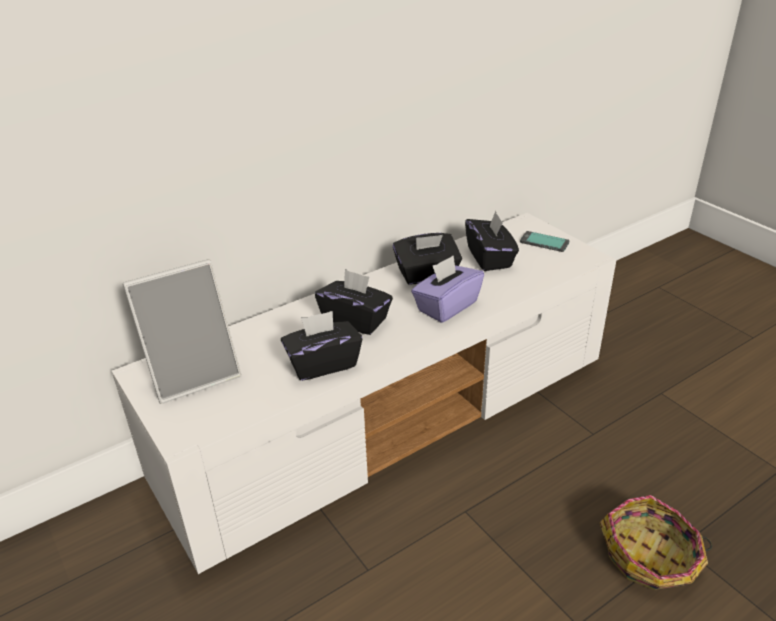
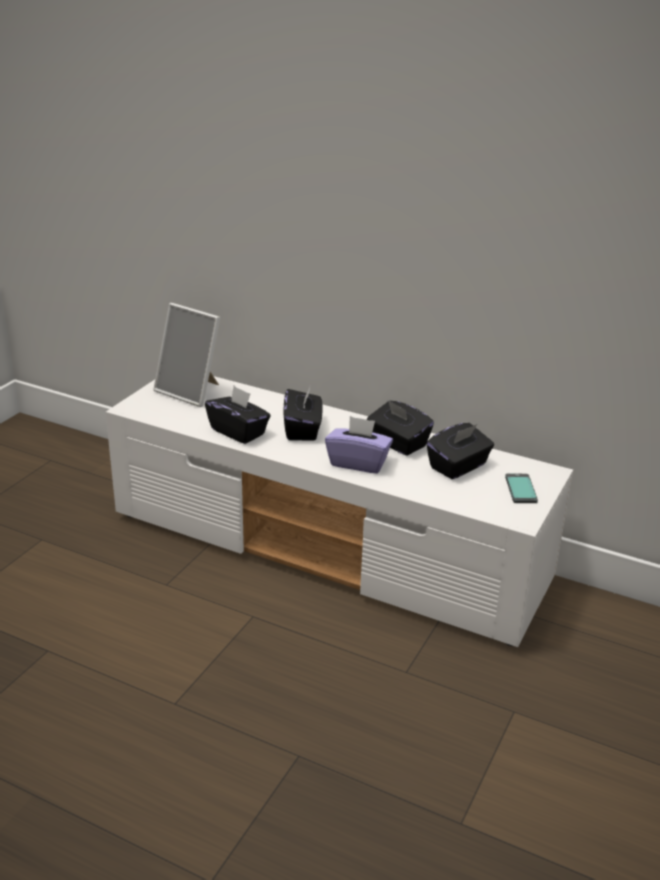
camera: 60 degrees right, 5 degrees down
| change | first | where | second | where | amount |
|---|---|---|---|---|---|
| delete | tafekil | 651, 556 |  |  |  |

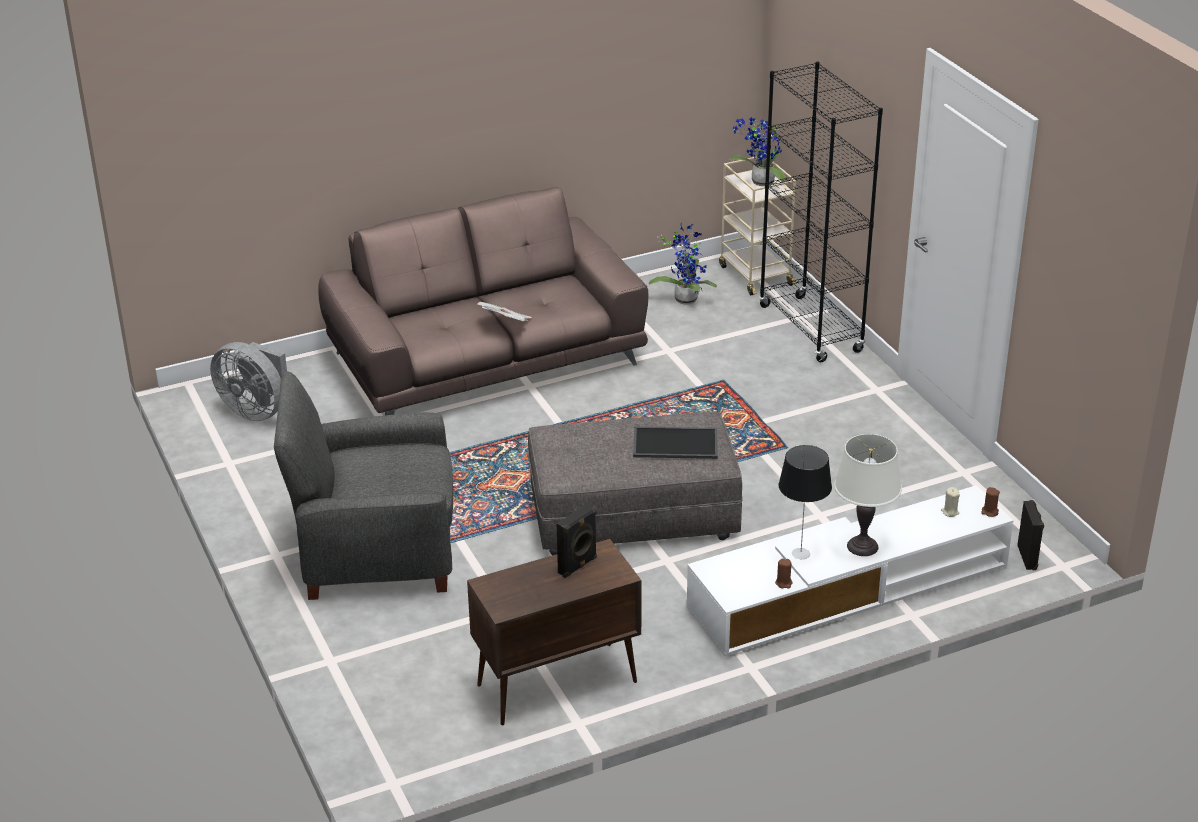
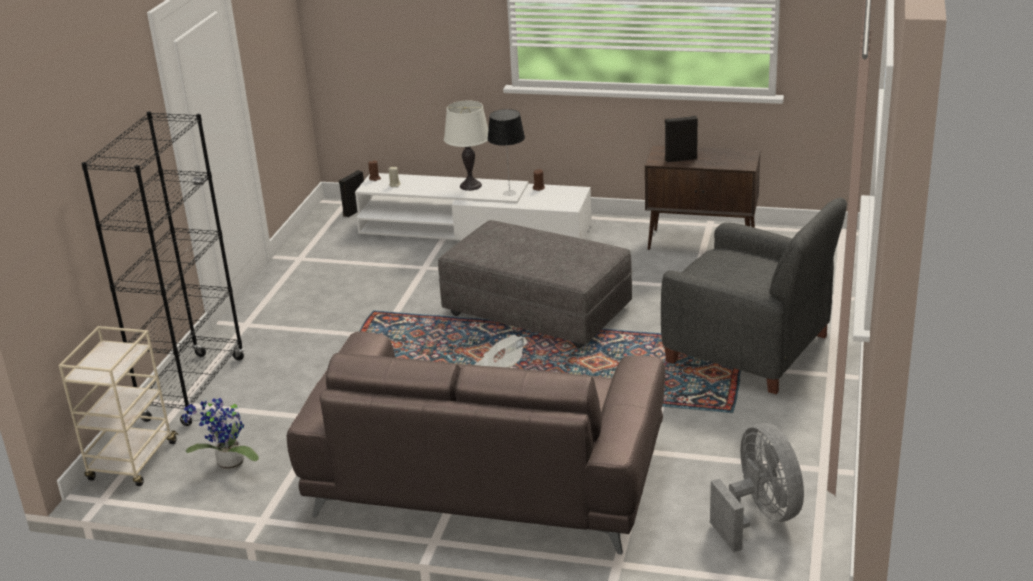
camera: 140 degrees left, 5 degrees down
| change | first | where | second | where | amount |
|---|---|---|---|---|---|
| delete | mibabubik | 674, 444 |  |  |  |
| delete | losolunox | 760, 183 |  |  |  |

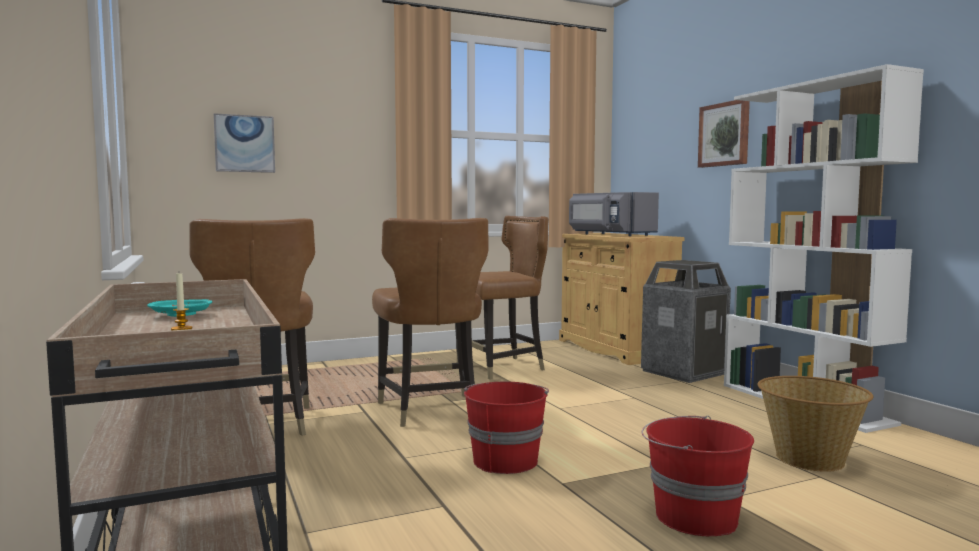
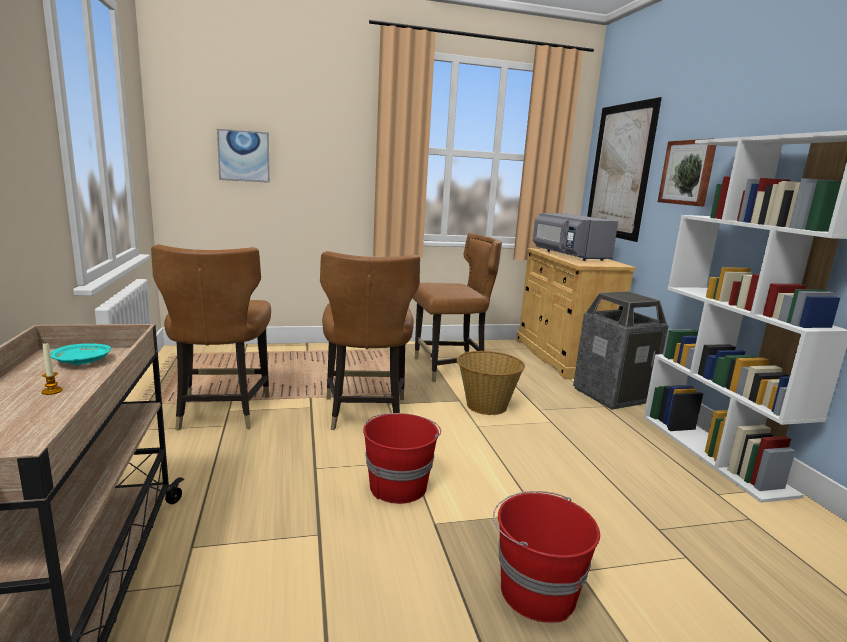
camera: 10 degrees right, 10 degrees up
| change | first | where | second | where | amount |
|---|---|---|---|---|---|
| move | tafekil | 809, 459 |  | 486, 406 |  |
| insert |  |  | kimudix | 619, 171 |  |

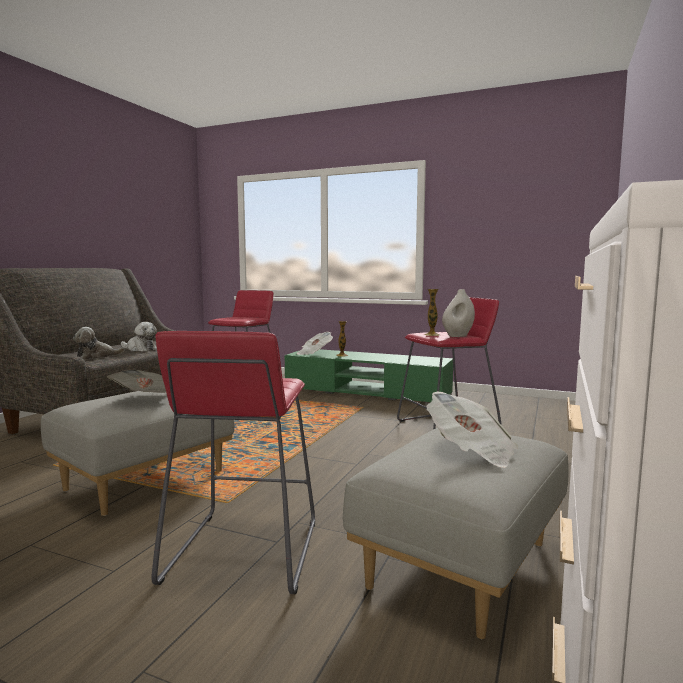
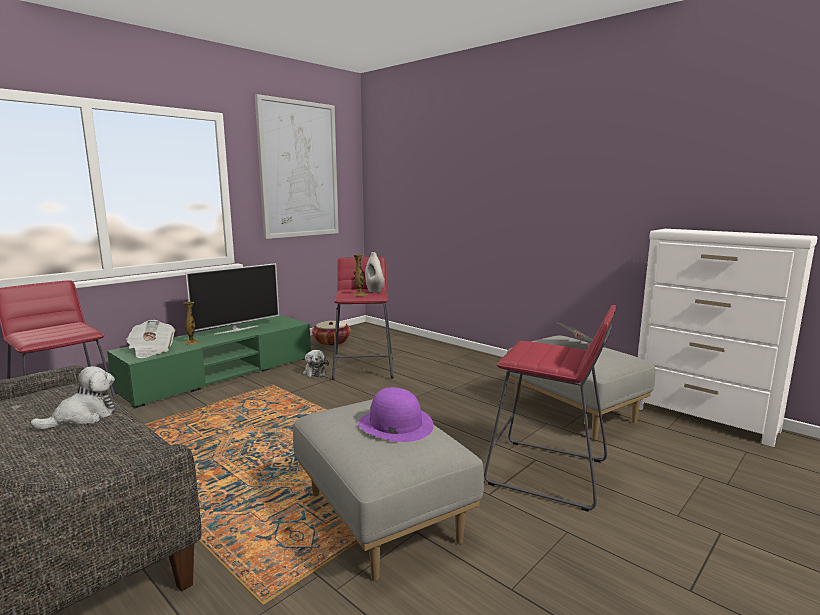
camera: 70 degrees left, 5 degrees up
| change | first | where | second | where | amount |
|---|---|---|---|---|---|
| insert |  |  | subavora | 236, 329 |  |
| insert |  |  | kimudix | 299, 170 |  |
| move | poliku | 96, 356 |  | 315, 372 |  |
| insert |  |  | tafekil | 331, 342 |  |
| replace | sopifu | 146, 400 | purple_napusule | 395, 424 |  |

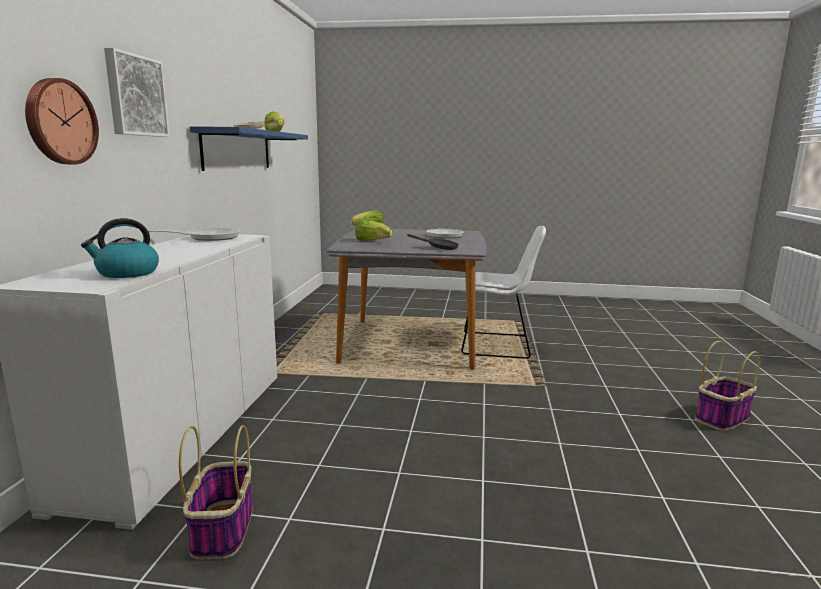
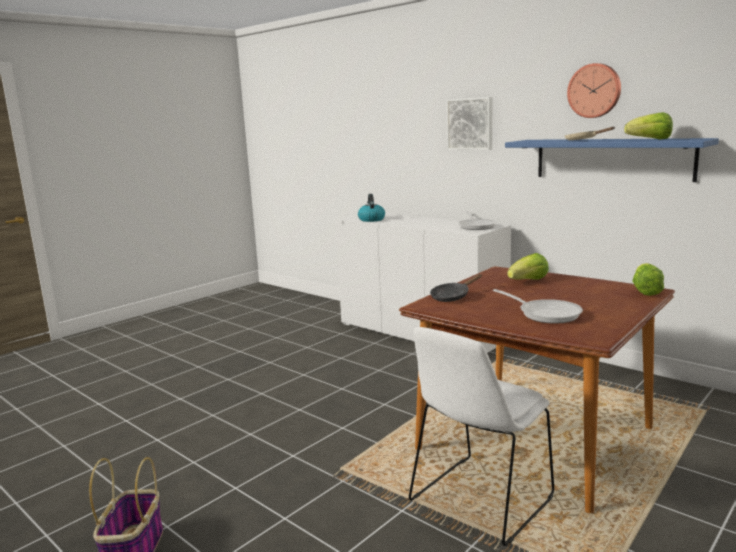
camera: 125 degrees right, 0 degrees up
| change | first | where | second | where | amount |
|---|---|---|---|---|---|
| recolor | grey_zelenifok | 410, 343 | brown_zelenifok | 534, 438 |  |
| move | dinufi | 59, 122 |  | 594, 90 |  |
| delete | tafekil | 223, 528 |  |  |  |

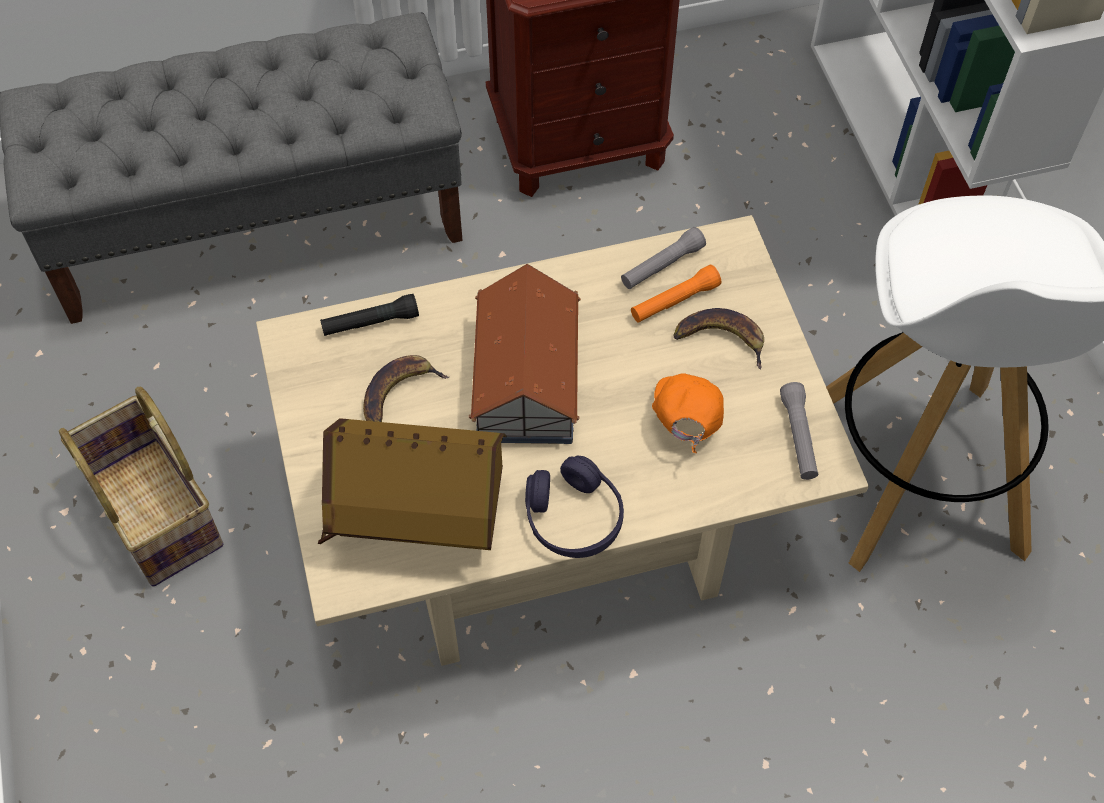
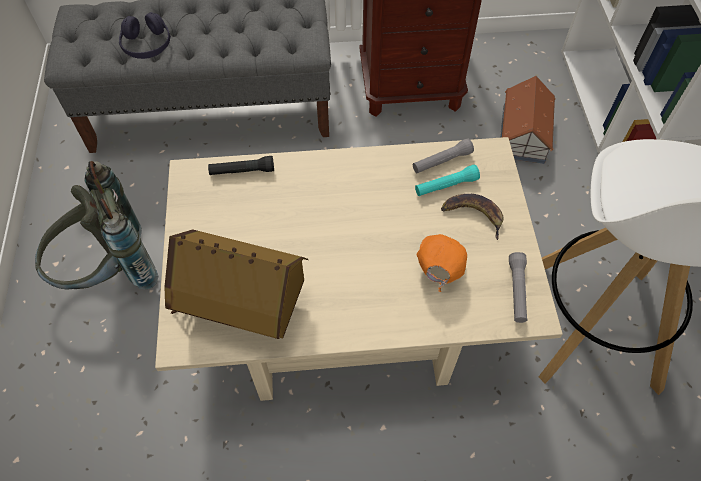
camera: 10 degrees right, 0 degrees up
| change | first | where | second | where | amount |
|---|---|---|---|---|---|
| replace | tafekil | 157, 512 | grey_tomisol | 110, 272 |  |
| move | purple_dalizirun | 573, 517 |  | 147, 45 |  |
| recolor | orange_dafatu | 674, 301 | turquoise_dafatu | 446, 186 |  |
| move | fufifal | 525, 382 |  | 522, 134 |  |
| delete | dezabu | 398, 393 |  |  |  |

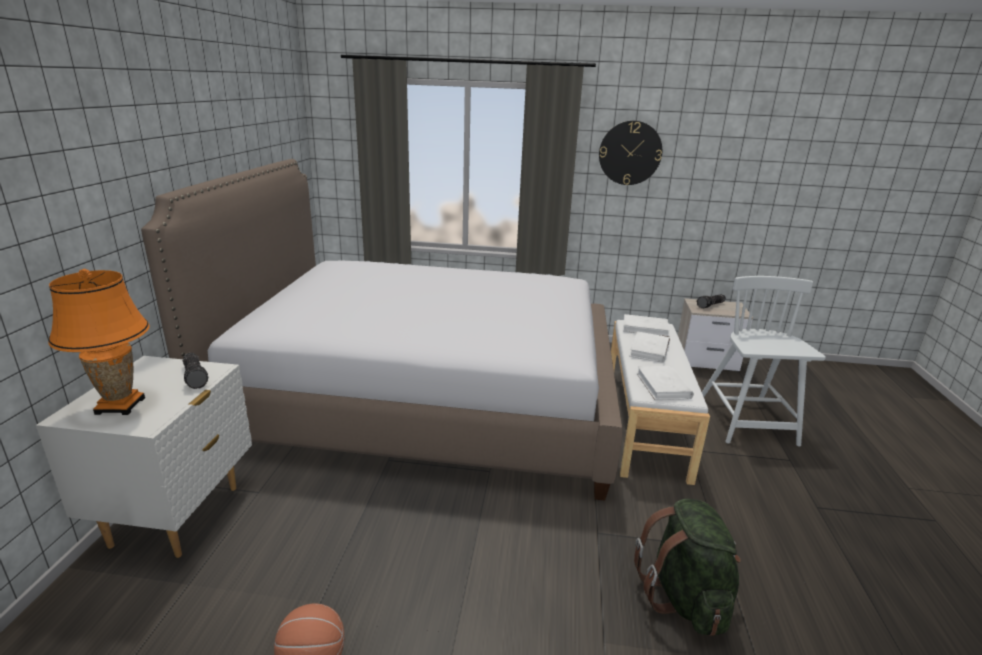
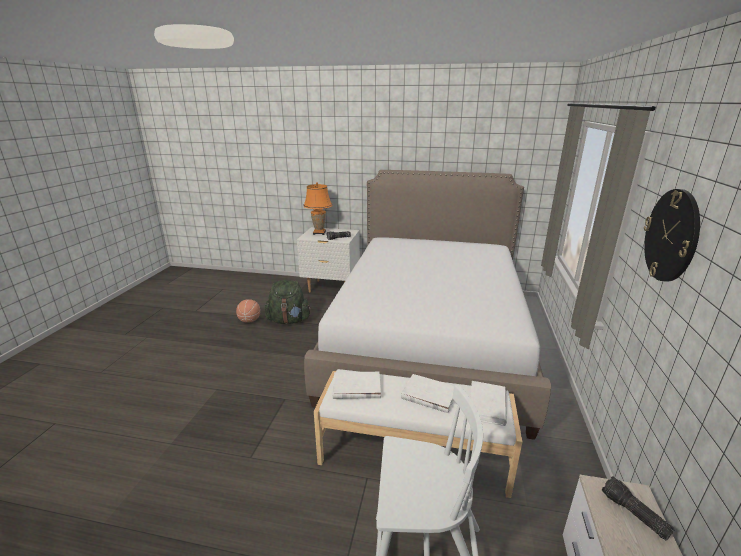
camera: 95 degrees right, 0 degrees up
| change | first | where | second | where | amount |
|---|---|---|---|---|---|
| move | green_tomisol | 685, 597 |  | 289, 320 |  |

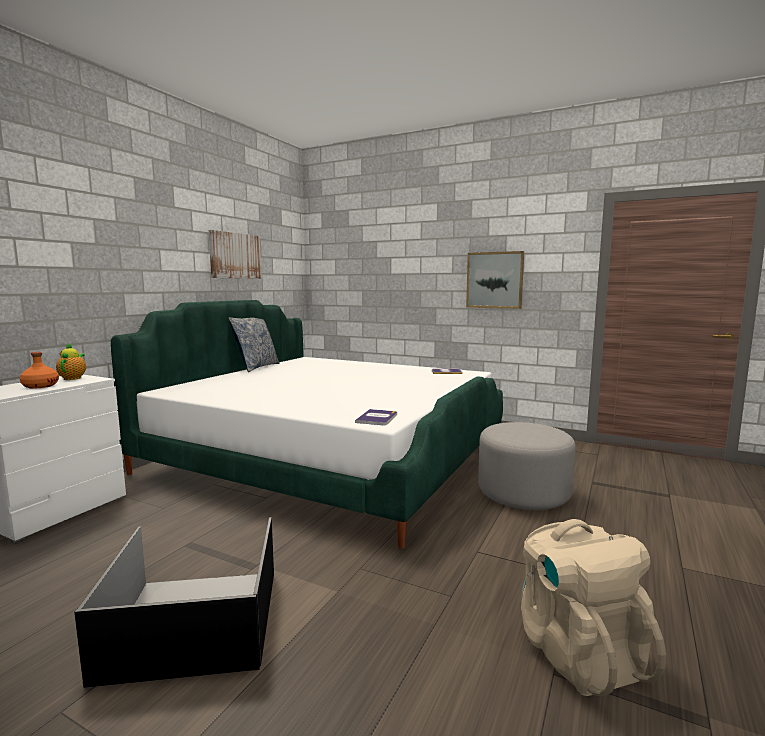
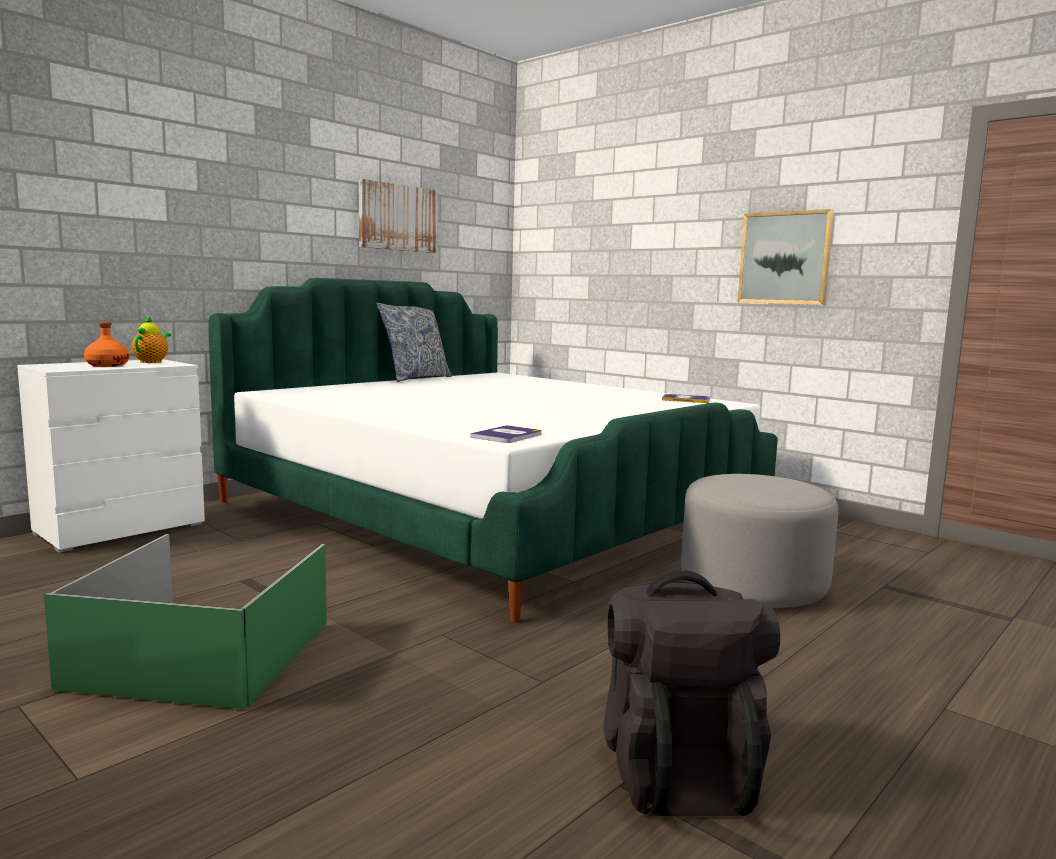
camera: 15 degrees right, 0 degrees up
| change | first | where | second | where | amount |
|---|---|---|---|---|---|
| recolor | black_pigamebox | 197, 621 | green_pigamebox | 206, 654 |  |
| recolor | beige_tomisol | 577, 651 | black_tomisol | 677, 769 |  |

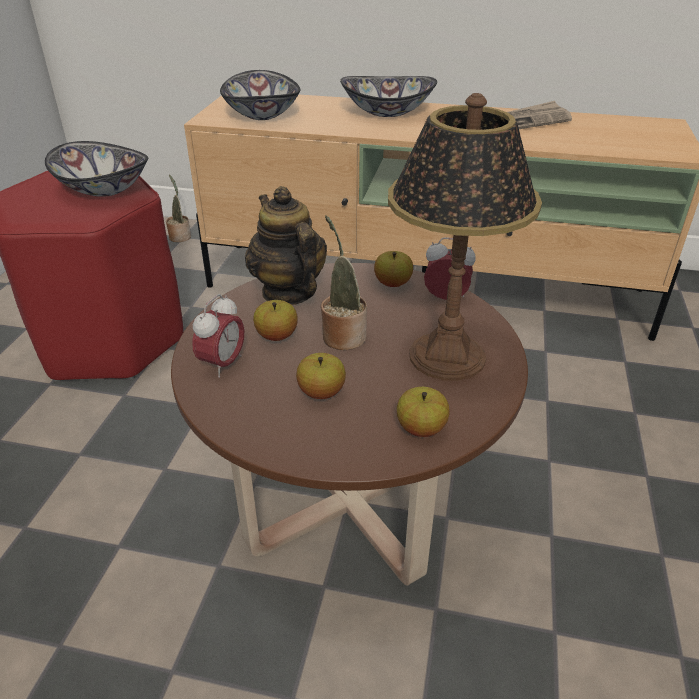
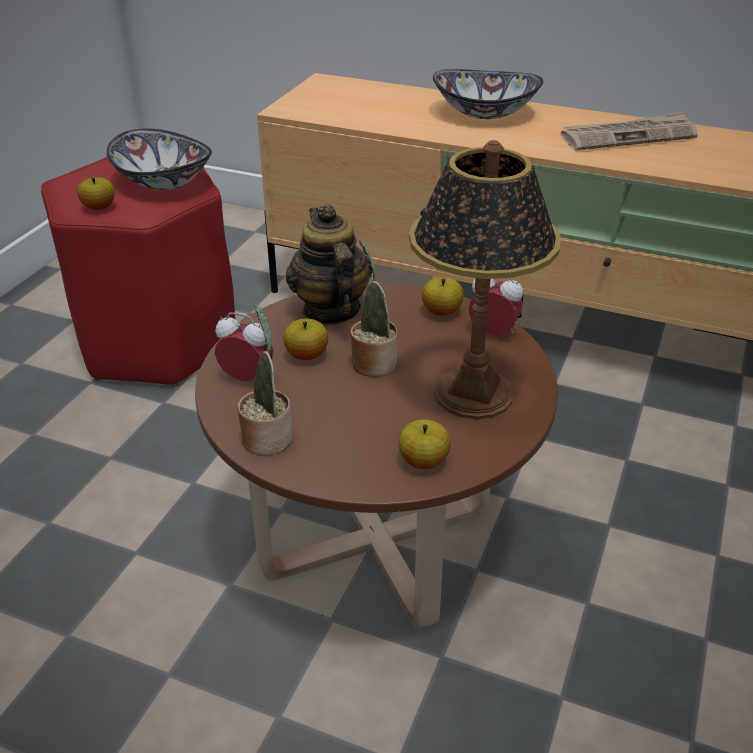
camera: 10 degrees right, 0 degrees up
| change | first | where | second | where | amount |
|---|---|---|---|---|---|
| move | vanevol | 321, 392 |  | 99, 207 |  |
| rotate | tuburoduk | 223, 364 |  | 247, 378 | 105 degrees counterclockwise |
| move | losolunox | 180, 236 |  | 267, 436 |  |
| delete | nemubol | 261, 115 |  |  |  |

